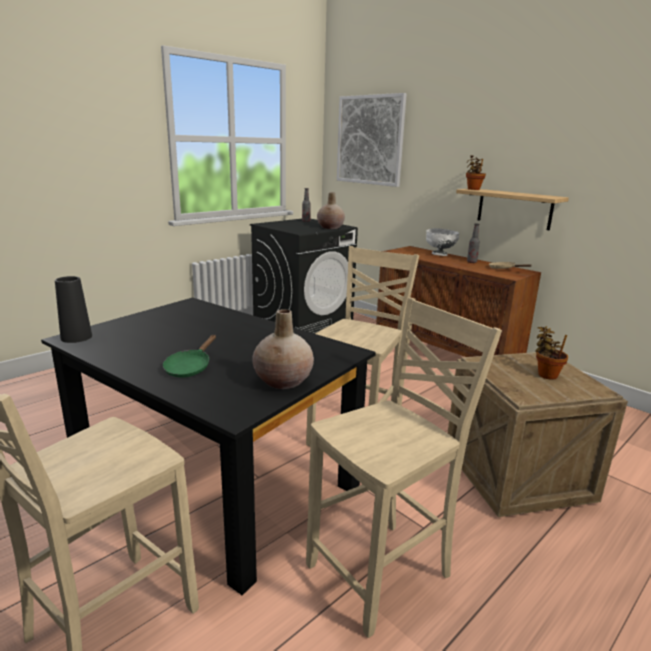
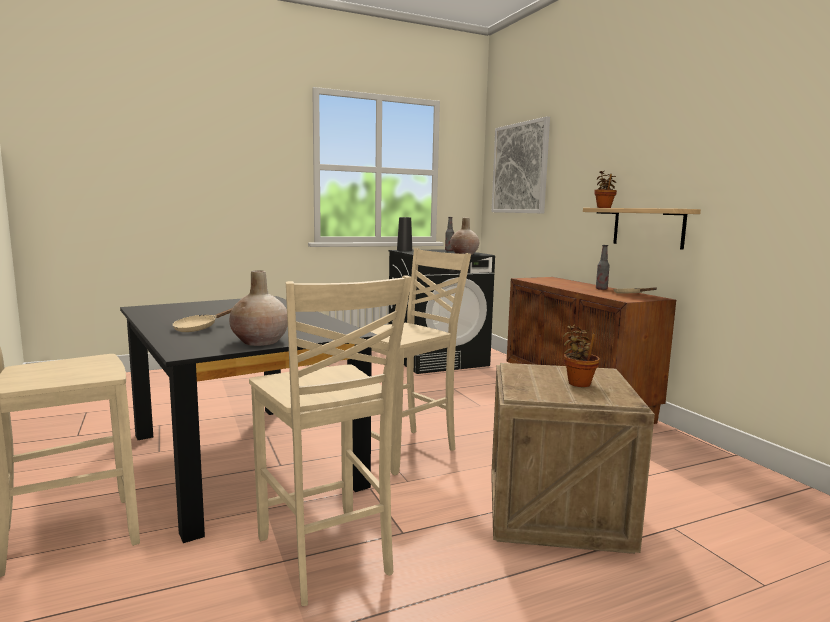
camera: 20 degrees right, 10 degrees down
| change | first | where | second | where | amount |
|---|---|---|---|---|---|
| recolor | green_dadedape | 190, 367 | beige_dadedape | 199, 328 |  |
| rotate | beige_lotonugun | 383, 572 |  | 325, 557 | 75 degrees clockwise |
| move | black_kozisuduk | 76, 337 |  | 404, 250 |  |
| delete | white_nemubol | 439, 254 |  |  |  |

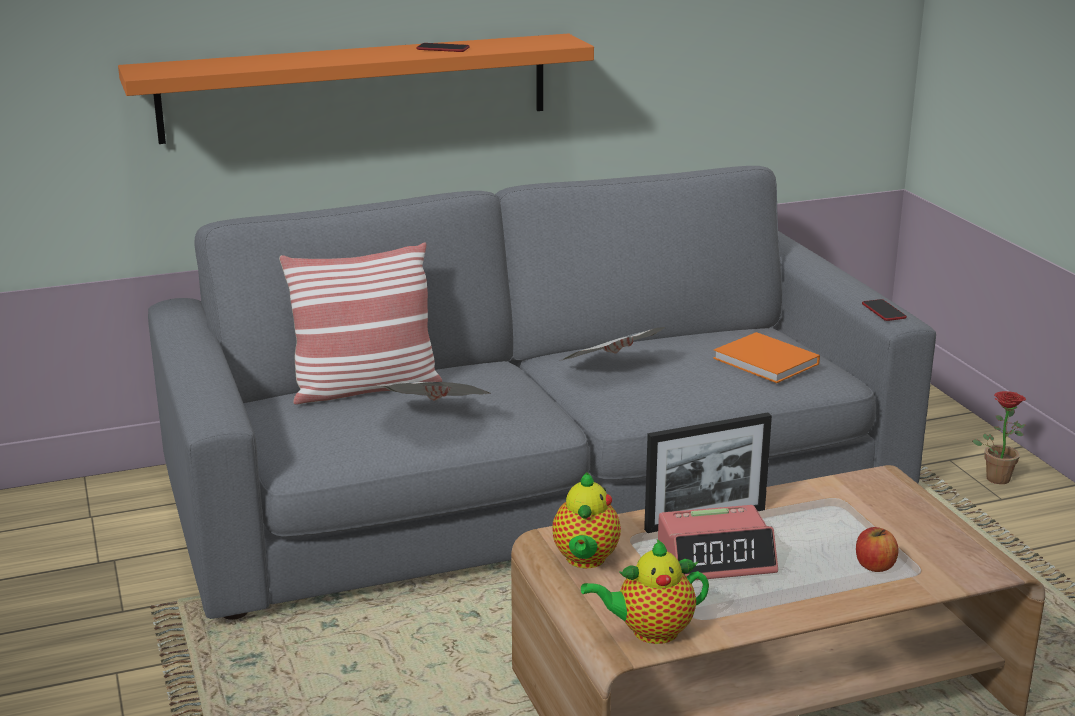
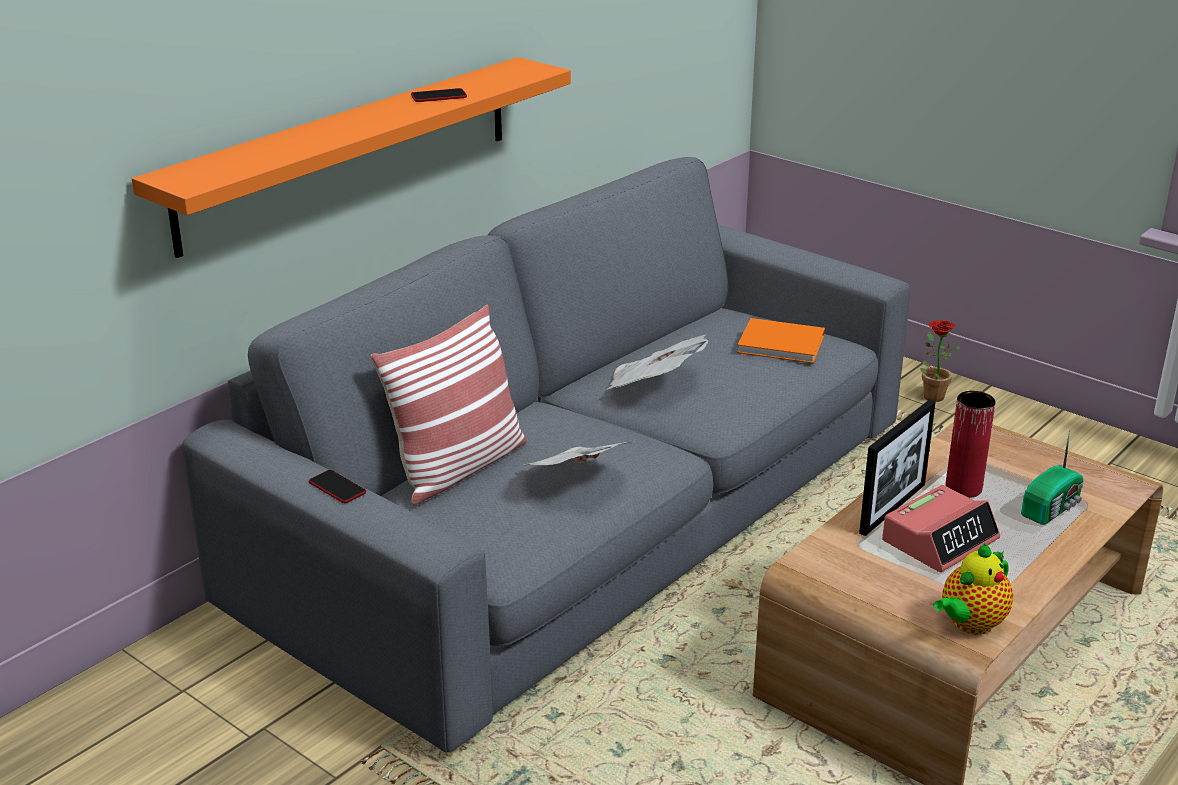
camera: 30 degrees left, 5 degrees up
| change | first | where | second | where | amount |
|---|---|---|---|---|---|
| move | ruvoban | 883, 311 |  | 337, 488 |  |
| insert |  |  | red_kozisuduk | 963, 488 |  |
| replace | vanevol | 874, 566 | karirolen | 1053, 508 |  |
| delete | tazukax | 585, 560 |  |  |  |

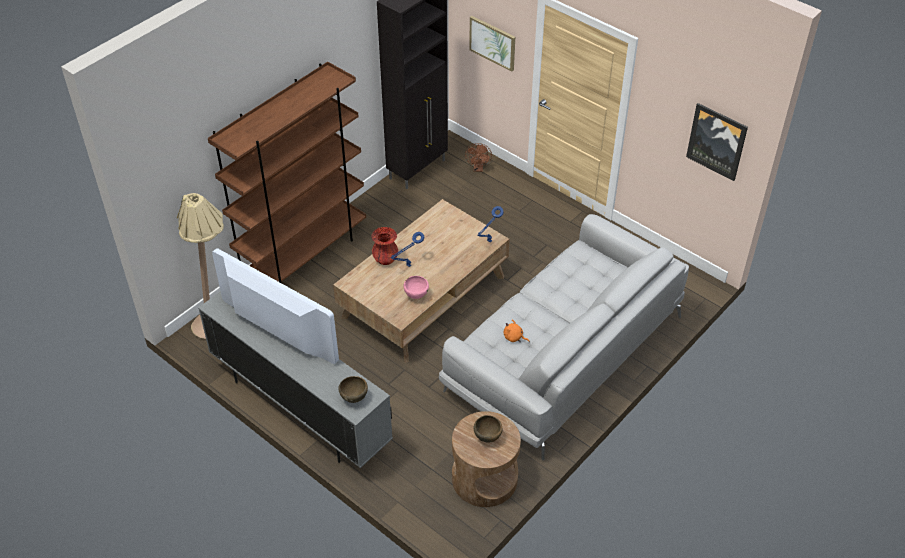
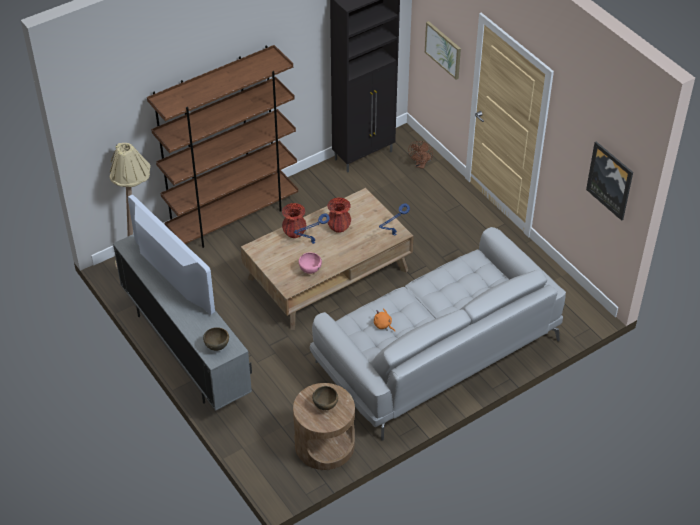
camera: 15 degrees right, 0 degrees up
| change | first | where | second | where | amount |
|---|---|---|---|---|---|
| insert |  |  | red_kozisuduk | 339, 227 |  |

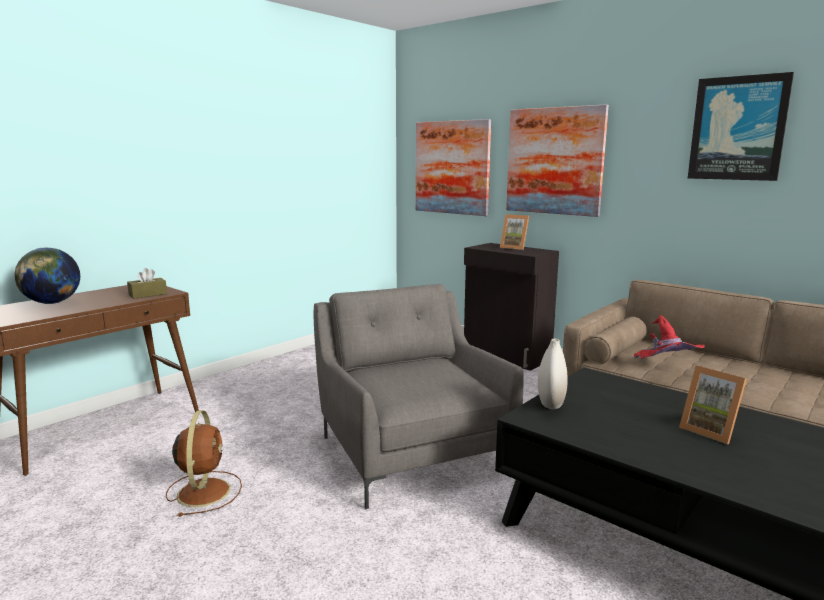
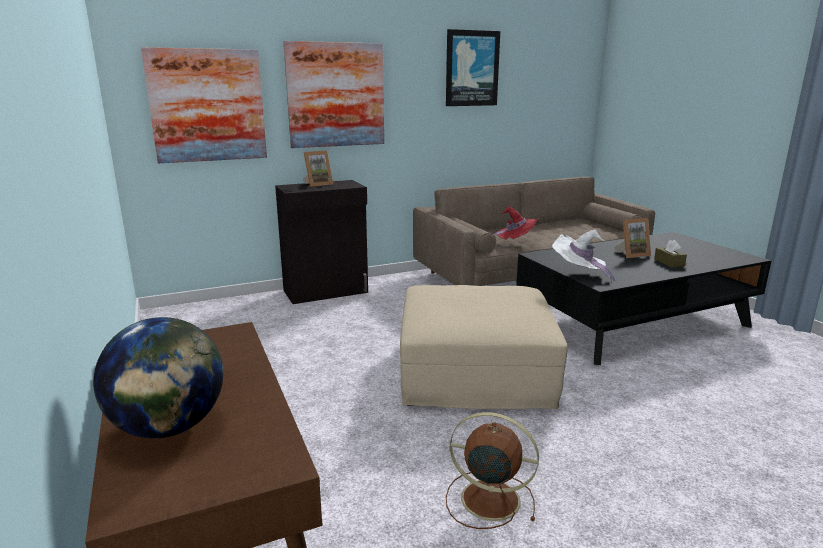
camera: 65 degrees left, 5 degrees up
| change | first | where | second | where | amount |
|---|---|---|---|---|---|
| replace | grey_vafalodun | 412, 450 | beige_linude | 474, 371 |  |
| replace | white_kozisuduk | 551, 403 | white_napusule | 579, 274 |  |
| move | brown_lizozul | 148, 294 |  | 669, 262 |  |

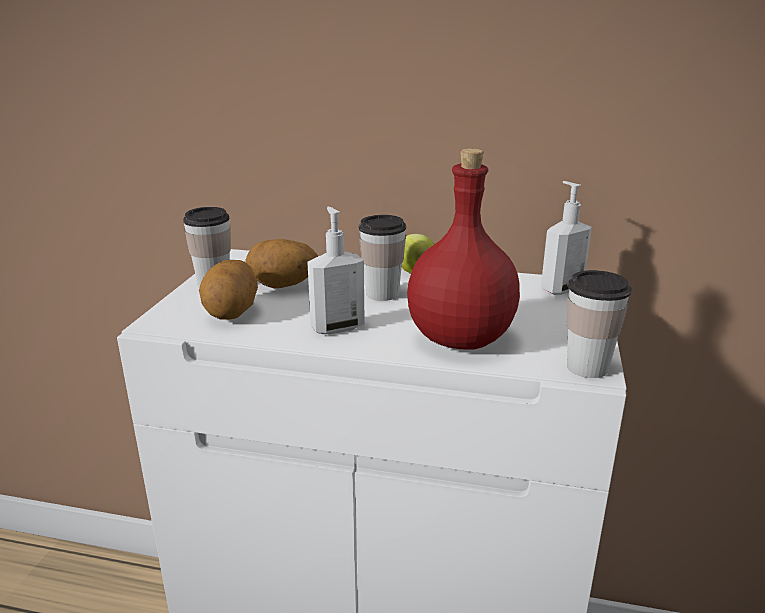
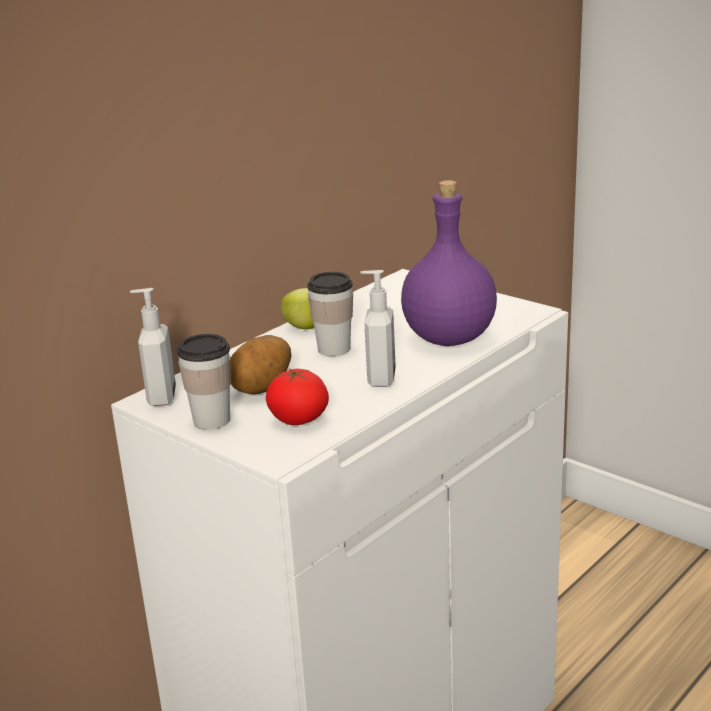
camera: 60 degrees left, 0 degrees up
| change | first | where | second | where | amount |
|---|---|---|---|---|---|
| move | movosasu | 561, 288 |  | 160, 397 |  |
| replace | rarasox | 232, 313 | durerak | 299, 419 |  |
| recolor | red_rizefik | 462, 340 | purple_rizefik | 451, 338 |  |
| delete | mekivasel | 587, 367 |  |  |  |

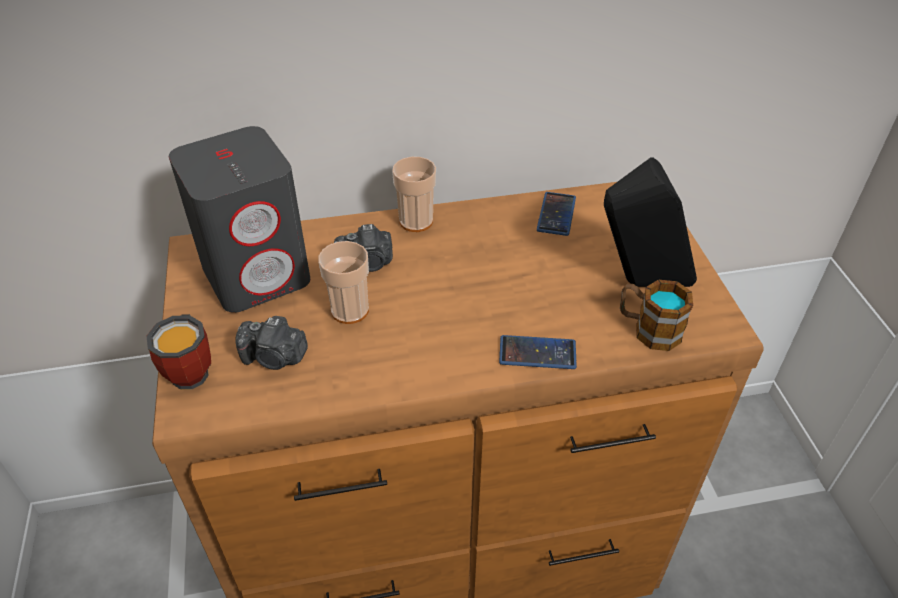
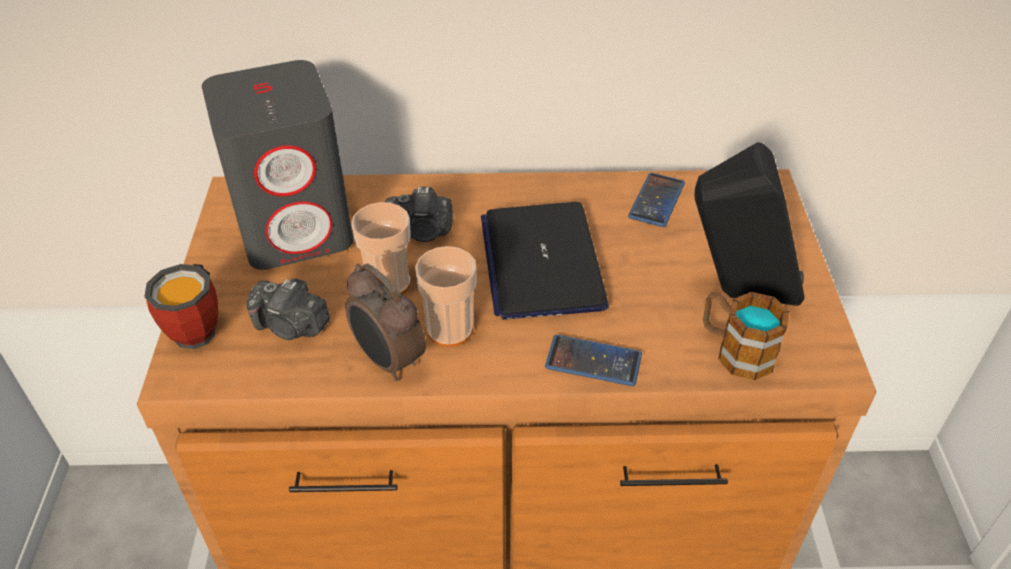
camera: 10 degrees right, 0 degrees up
| change | first | where | second | where | amount |
|---|---|---|---|---|---|
| insert |  |  | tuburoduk | 388, 361 |  |
| move | mekivasel | 416, 221 |  | 449, 329 |  |
| insert |  |  | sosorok | 541, 261 |  |

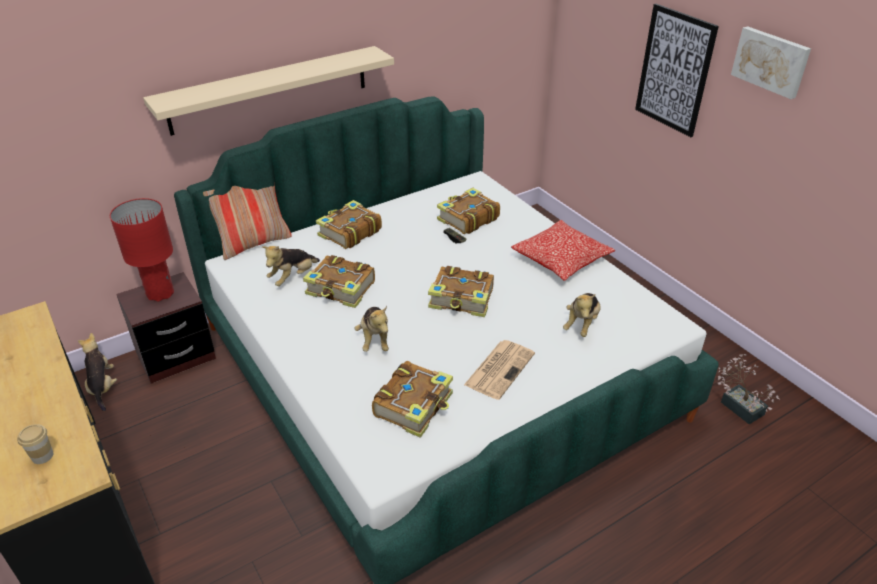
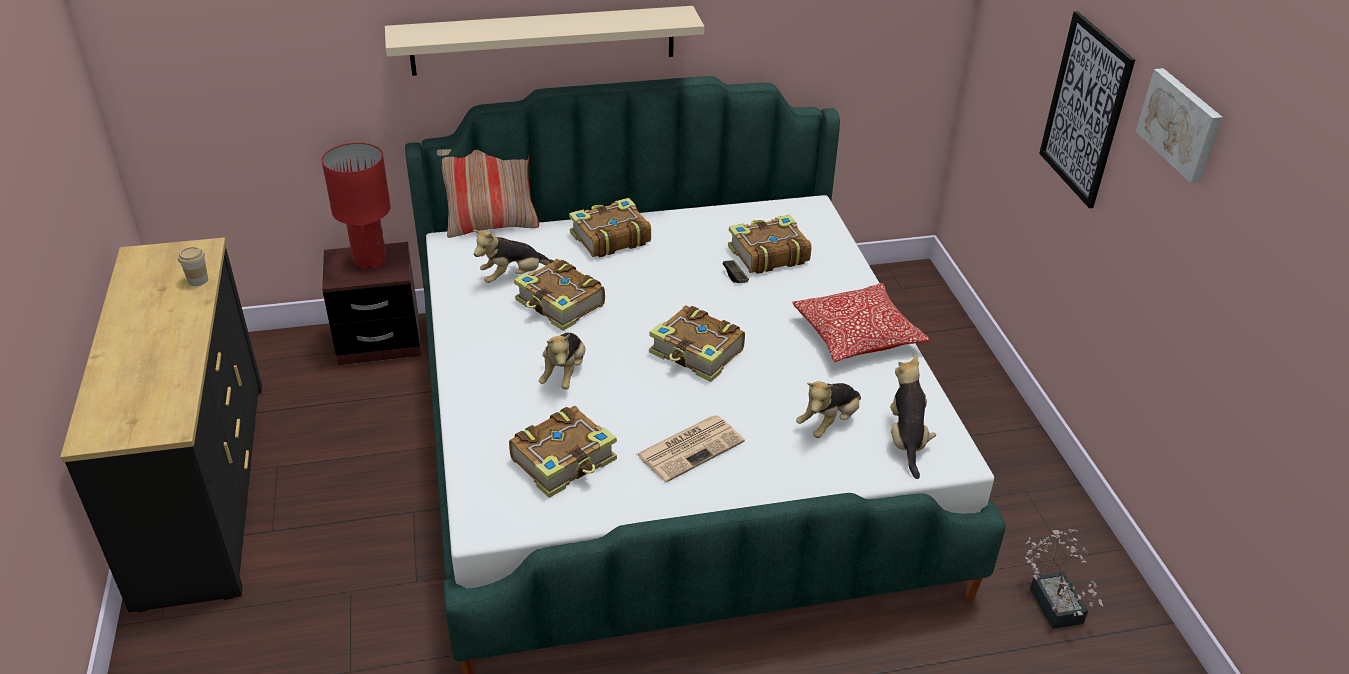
camera: 20 degrees right, 0 degrees up
| change | first | where | second | where | amount |
|---|---|---|---|---|---|
| move | mekivasel | 42, 456 |  | 198, 280 |  |
| move | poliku | 102, 387 |  | 906, 440 |  |

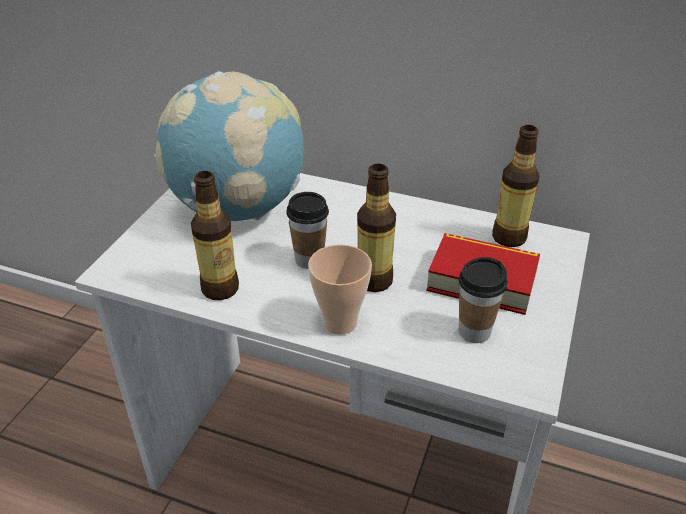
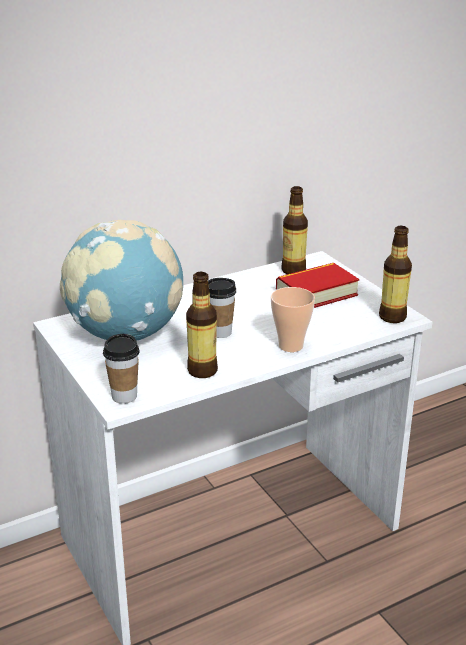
camera: 50 degrees left, 10 degrees down
| change | first | where | second | where | amount |
|---|---|---|---|---|---|
| move | mekivasel | 474, 331 |  | 124, 396 |  |
| move | rizefik | 374, 281 |  | 392, 317 |  |

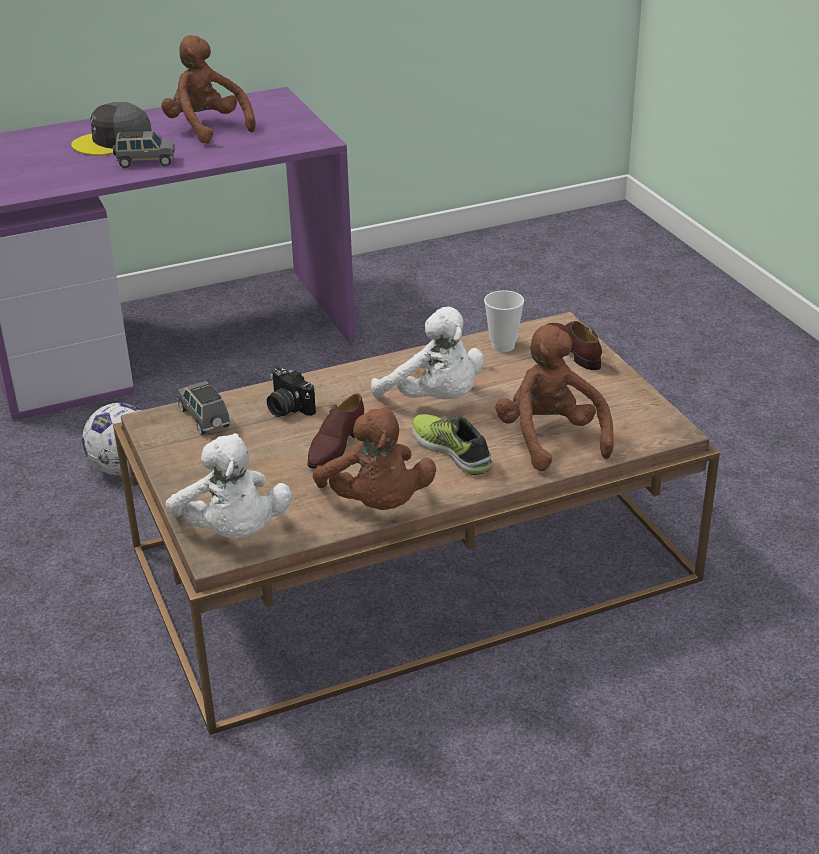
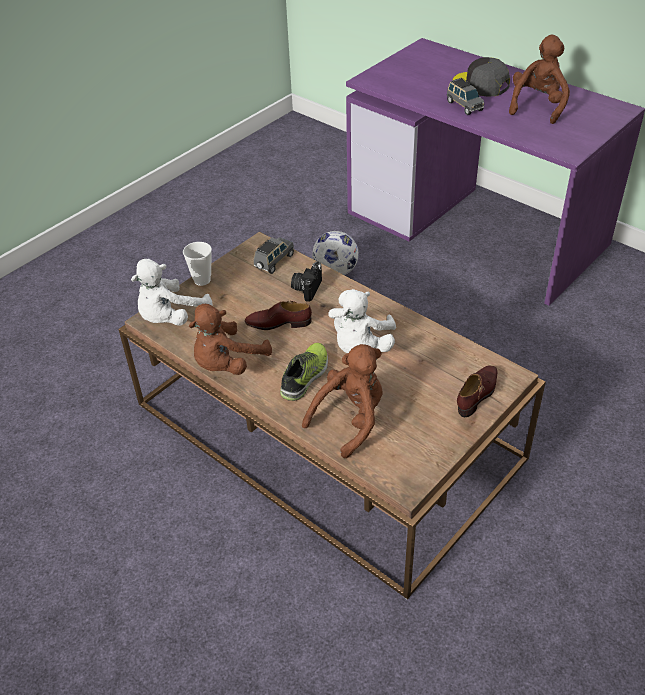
camera: 65 degrees right, 10 degrees up
| change | first | where | second | where | amount |
|---|---|---|---|---|---|
| move | mekivasel | 503, 346 |  | 202, 280 |  |

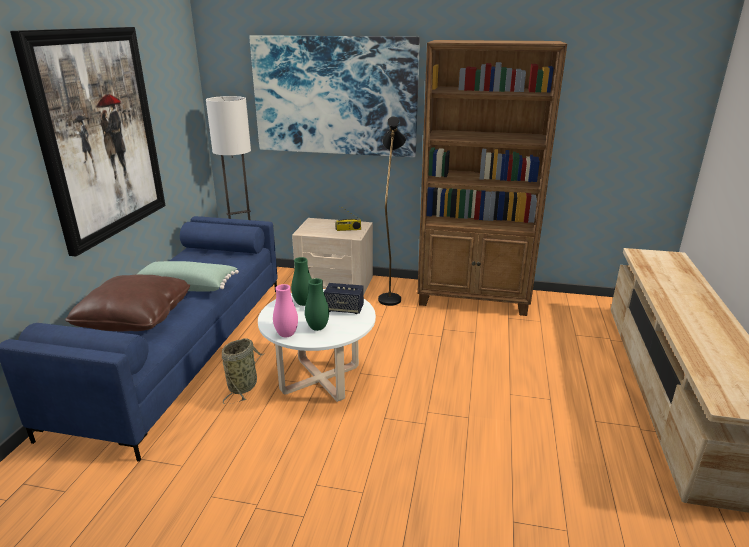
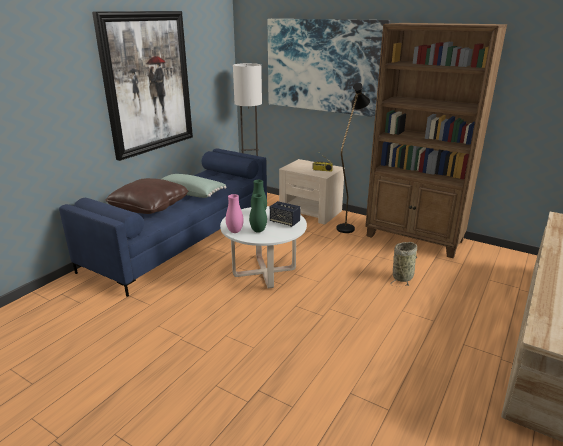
camera: 20 degrees right, 0 degrees up
| change | first | where | second | where | amount |
|---|---|---|---|---|---|
| move | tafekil | 244, 385 |  | 403, 276 |  |

